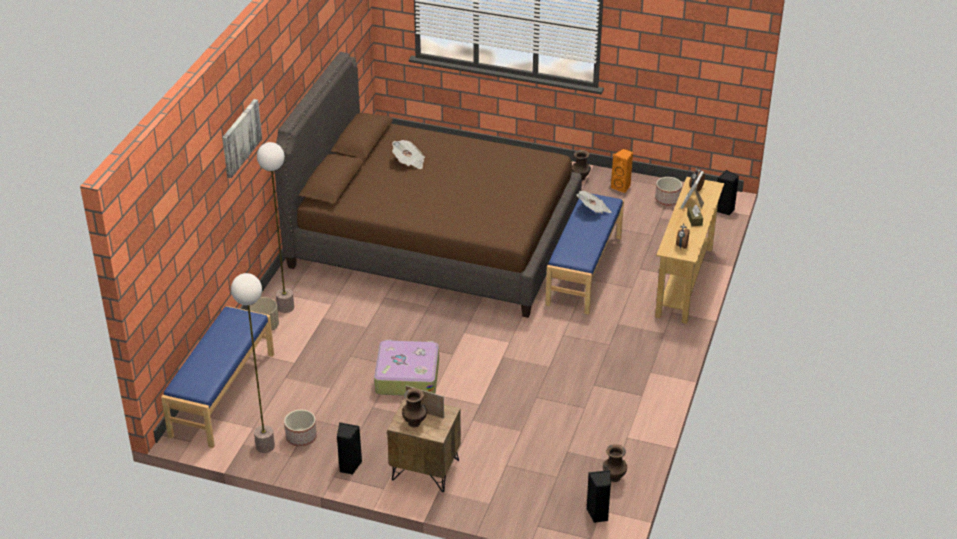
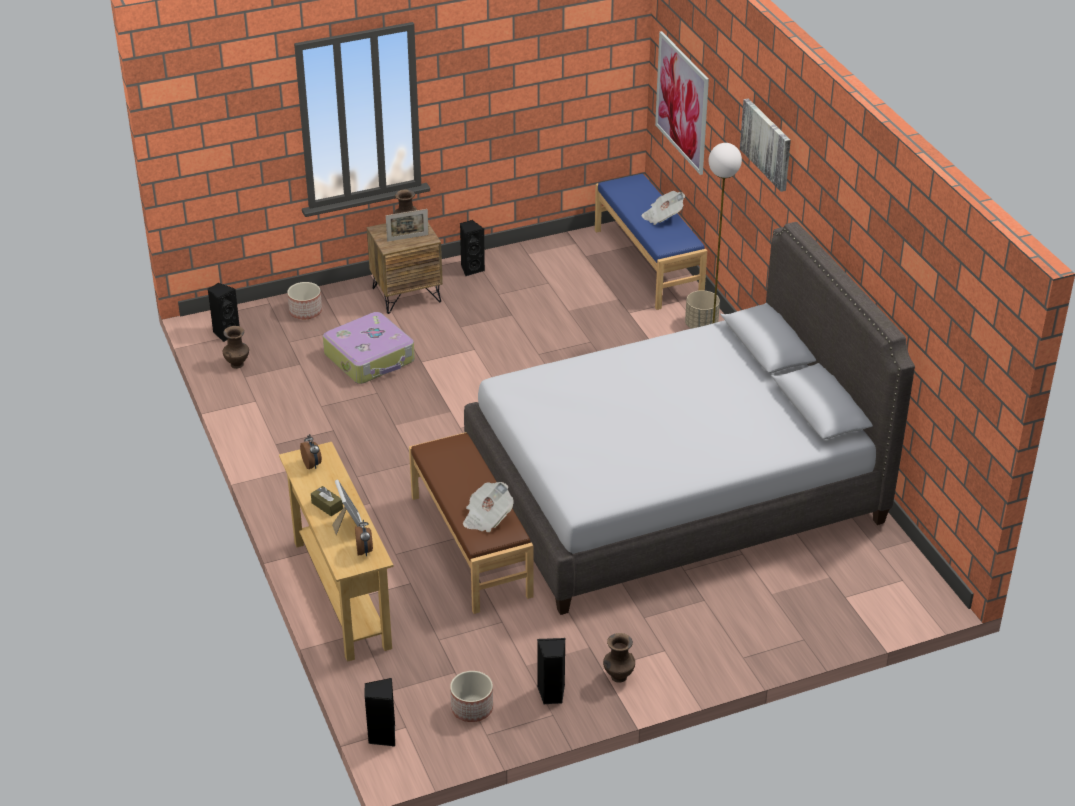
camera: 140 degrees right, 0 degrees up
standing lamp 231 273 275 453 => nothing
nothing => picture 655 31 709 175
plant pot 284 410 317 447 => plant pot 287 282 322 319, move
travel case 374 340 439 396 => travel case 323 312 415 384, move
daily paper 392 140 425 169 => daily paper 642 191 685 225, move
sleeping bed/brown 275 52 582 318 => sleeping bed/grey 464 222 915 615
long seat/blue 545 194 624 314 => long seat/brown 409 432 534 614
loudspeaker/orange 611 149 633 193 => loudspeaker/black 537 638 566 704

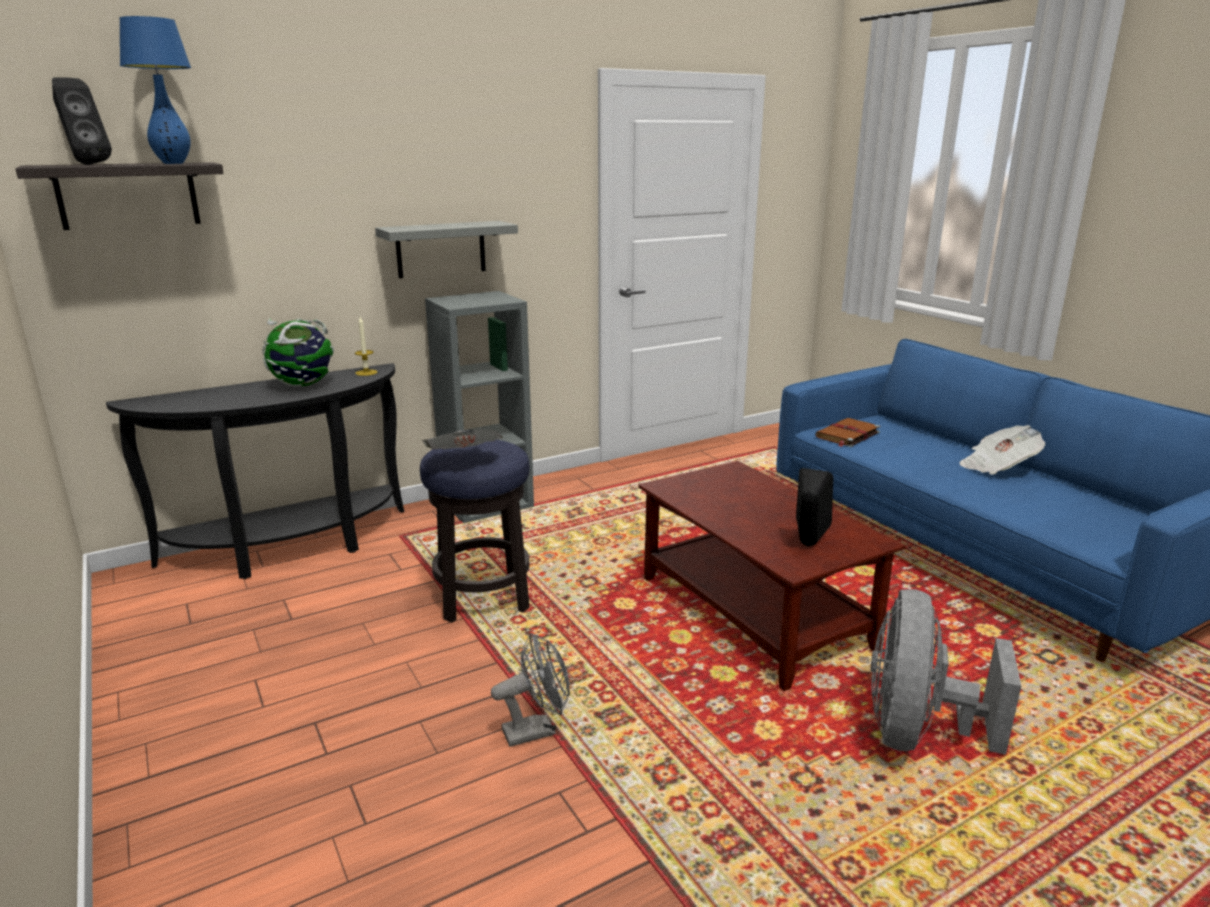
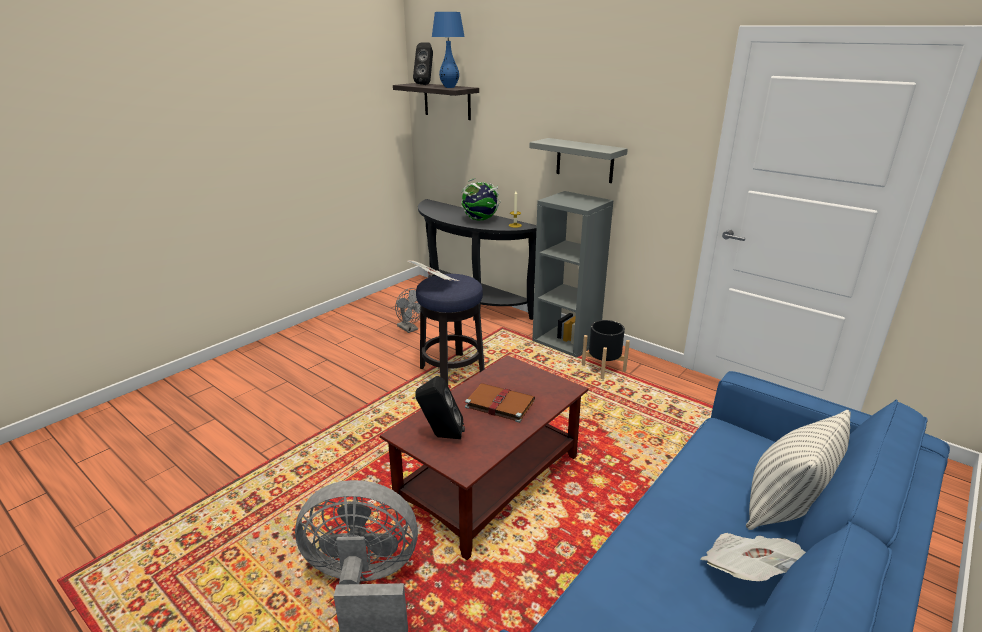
camera: 70 degrees right, 5 degrees up
nothing => plant pot/black 582 320 630 379
nothing => pillow 746 410 851 530
fan/grey 491 633 570 747 => fan/grey 395 288 420 333, move
volume/brown 815 418 881 447 => volume/brown 463 383 535 423, move

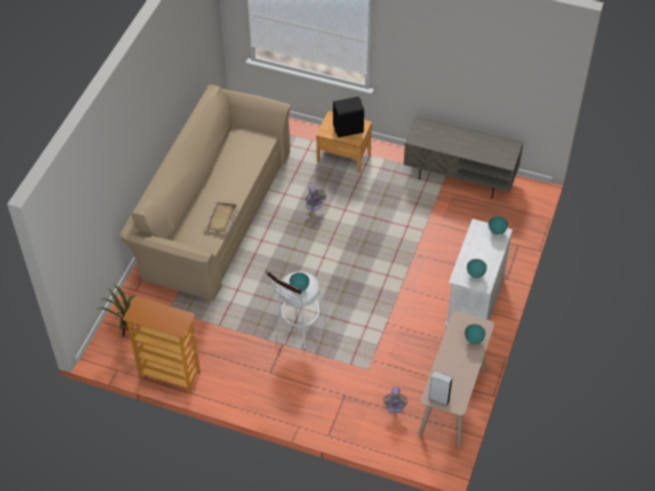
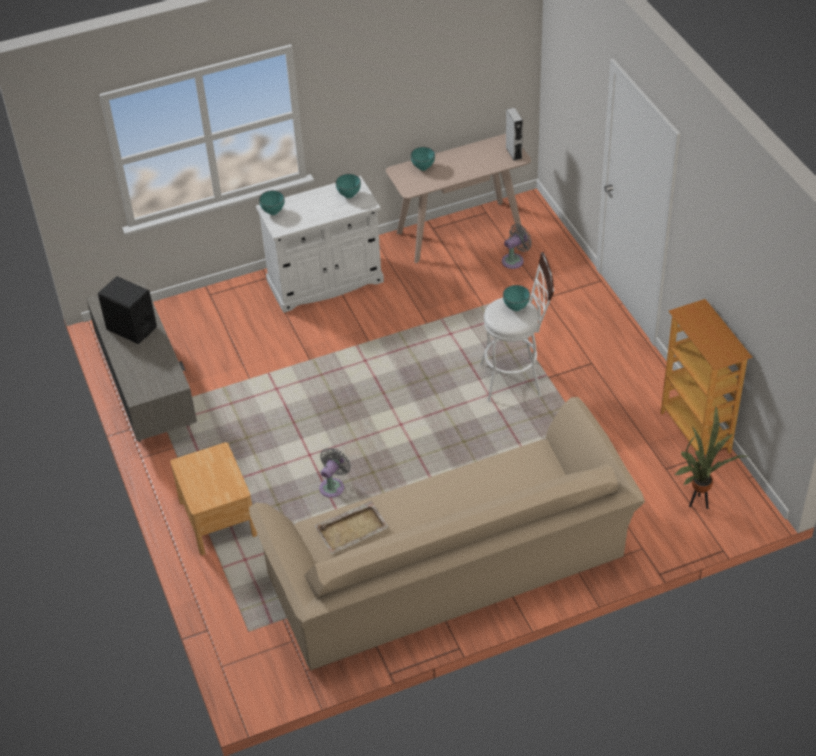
camera: 130 degrees left, 5 degrees down
tray/sand-coloured 204 201 239 234 => tray/sand-coloured 314 501 389 554, move
loudspeaker/black 333 96 364 138 => loudspeaker/black 98 276 157 344, move

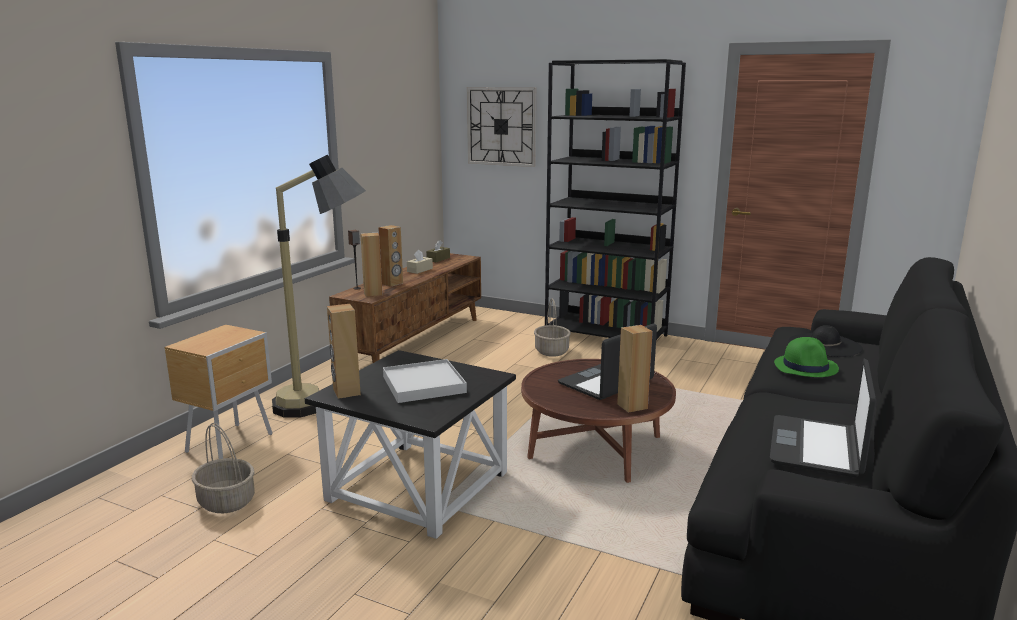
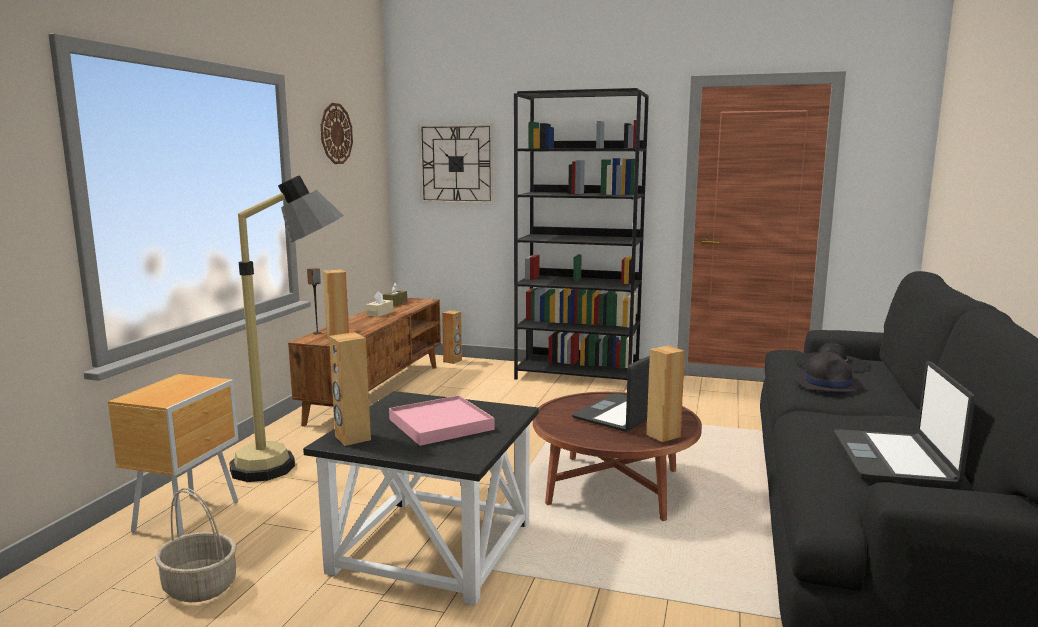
camera: 10 degrees left, 5 degrees down
household basket 534 298 571 357 => nothing
nothing => clock on the wall 321 103 353 164
loudspeaker/brown 378 225 403 287 => loudspeaker/brown 442 310 462 364, move
tray/whitish 383 359 467 403 => tray/pink-coloured 389 395 495 446
hat/green 774 337 839 377 => hat/black 795 352 863 392

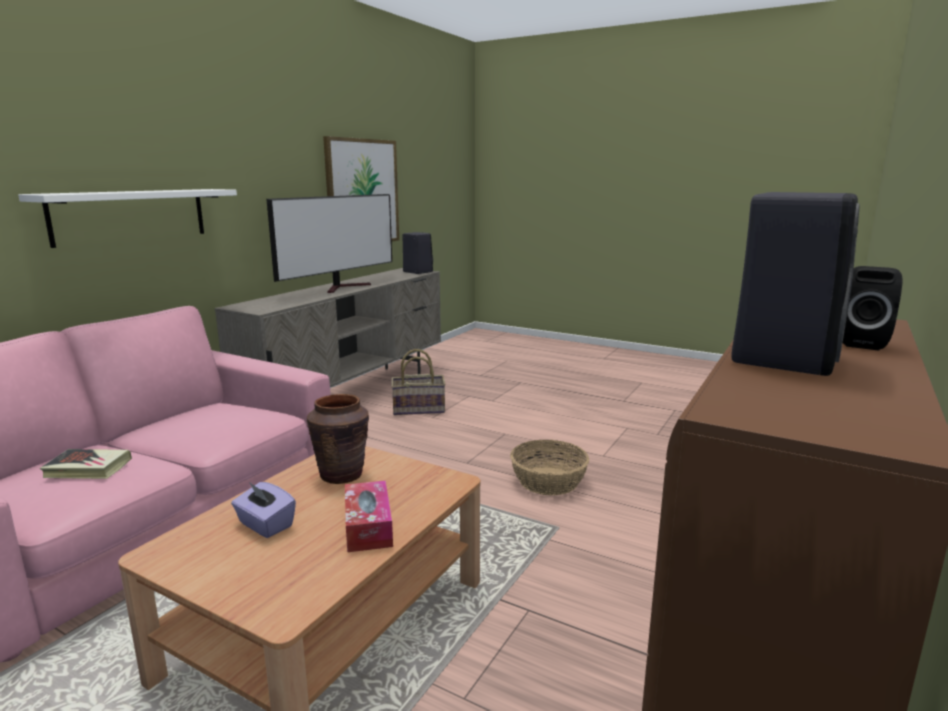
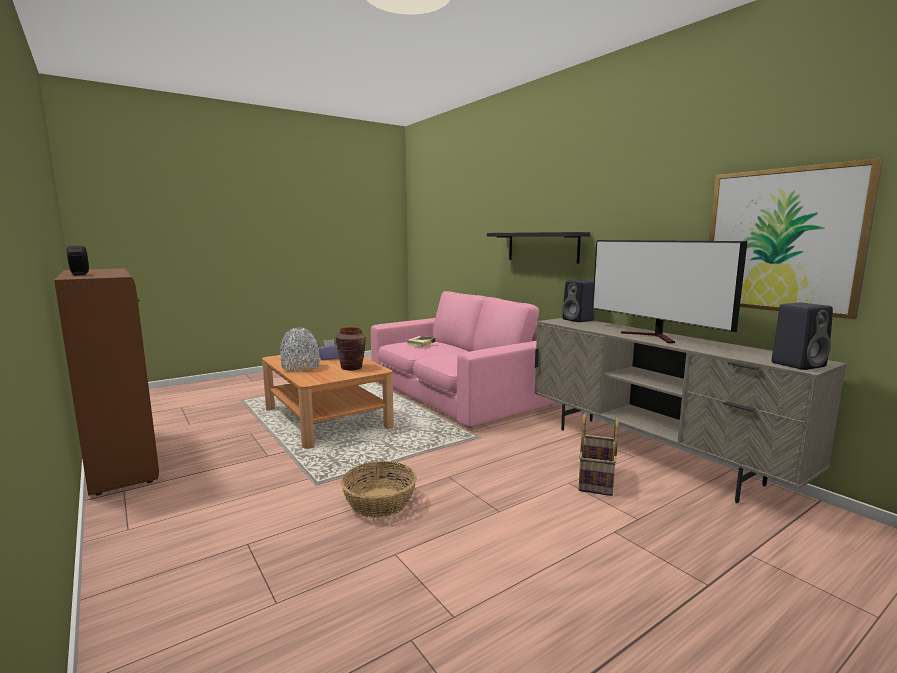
camera: 115 degrees right, 5 degrees down
loudspeaker/black 731 192 860 376 => loudspeaker/black 562 280 595 322, move
tissue box 345 480 393 552 => decorative vase/grey 280 328 319 372
wall shelf/whitish 18 189 237 248 => wall shelf/black 487 232 590 264

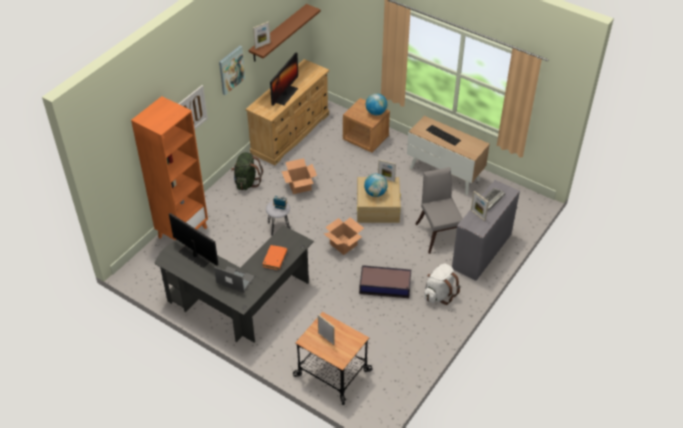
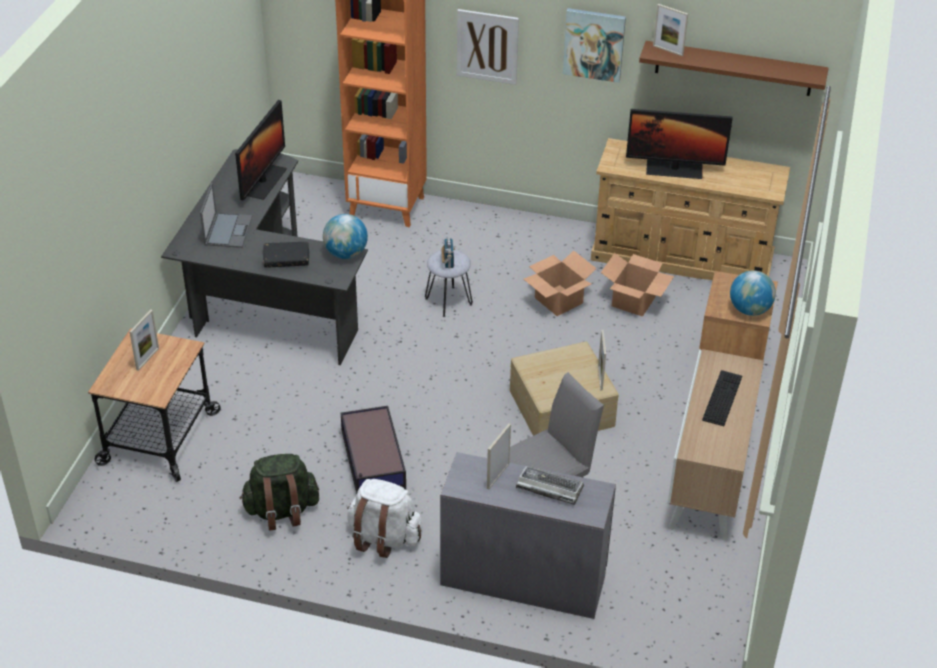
camera: 70 degrees right, 5 degrees down
knapsack/green 231 152 263 190 => knapsack/green 240 454 319 531, move
packing box 324 217 364 255 => packing box 601 253 674 317, move
desk globe 364 174 388 197 => desk globe 323 214 368 259, move
volume/orange 263 245 287 270 => volume/black 263 242 309 268

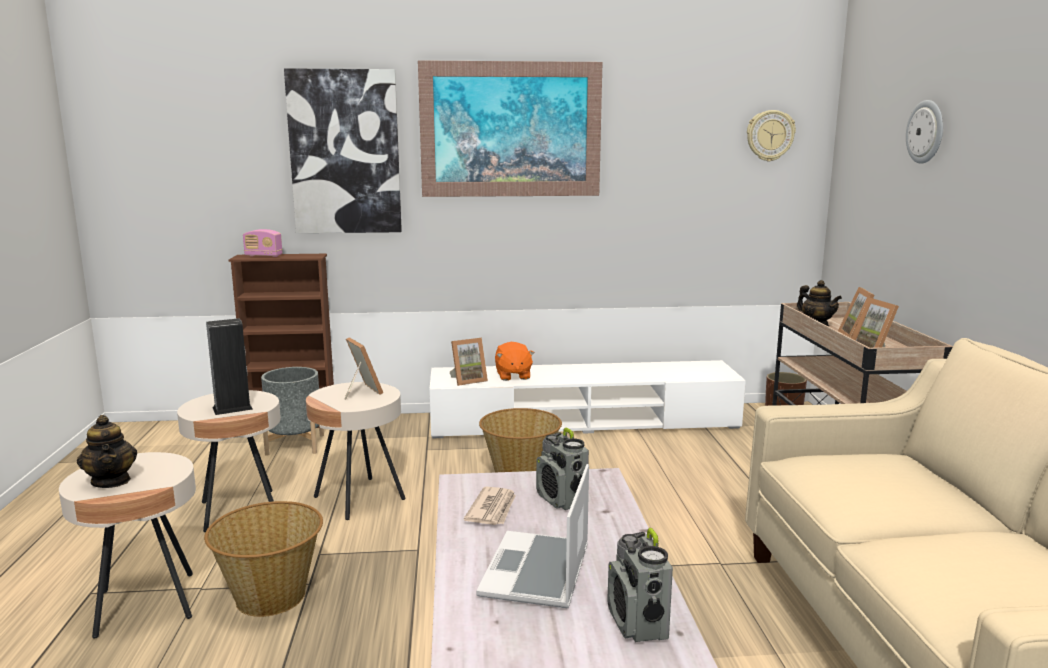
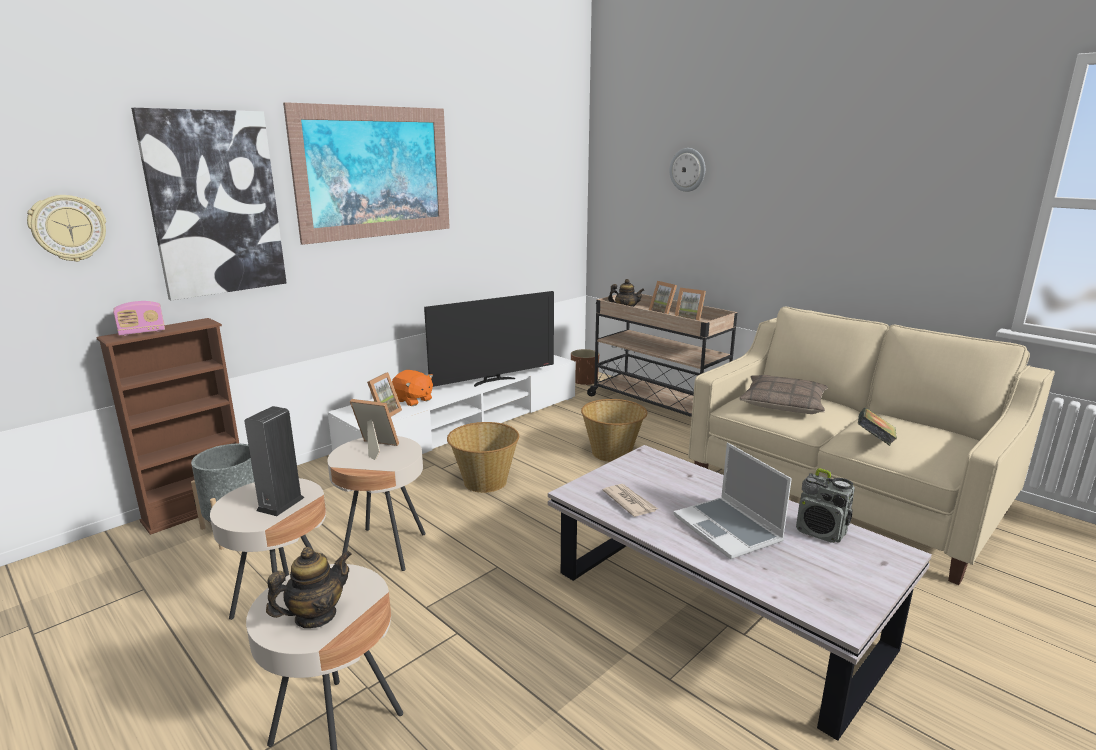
camera: 40 degrees left, 5 degrees up
radio receiver 536 428 589 510 => nothing
nothing => TV 424 291 554 387
nothing => pillow 739 375 828 414
nothing => volume 858 408 897 446
household basket 204 501 323 617 => household basket 581 399 647 462, move
clock on the wall 747 110 796 162 => clock on the wall 27 195 106 262, move
tea pot 77 415 137 488 => tea pot 266 547 352 628, 60 degrees counterclockwise

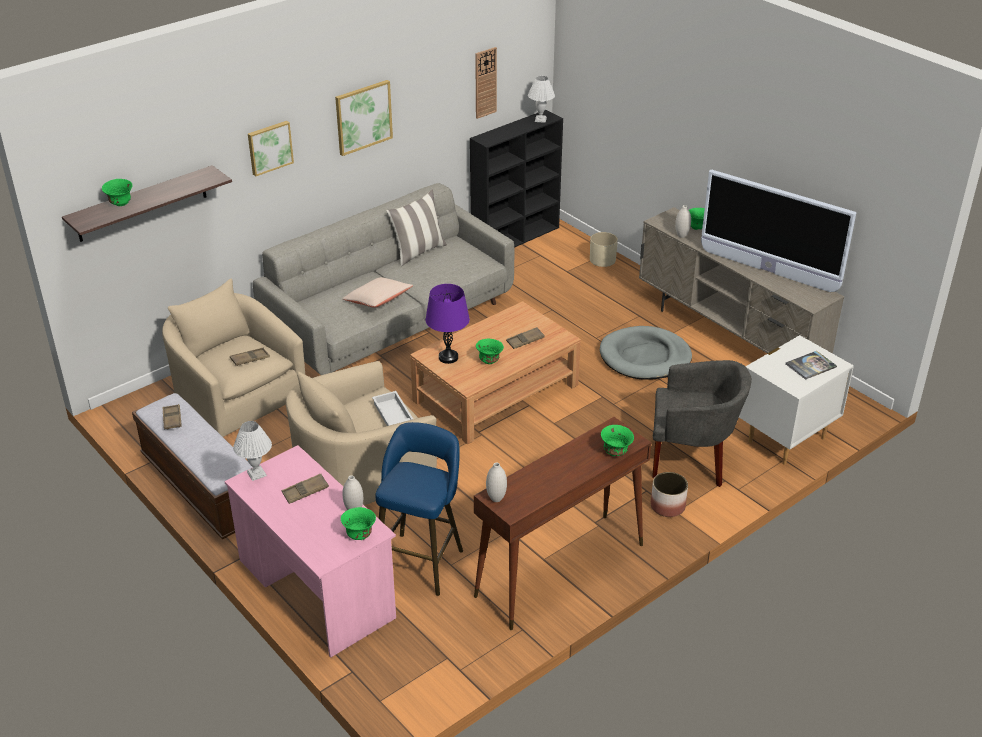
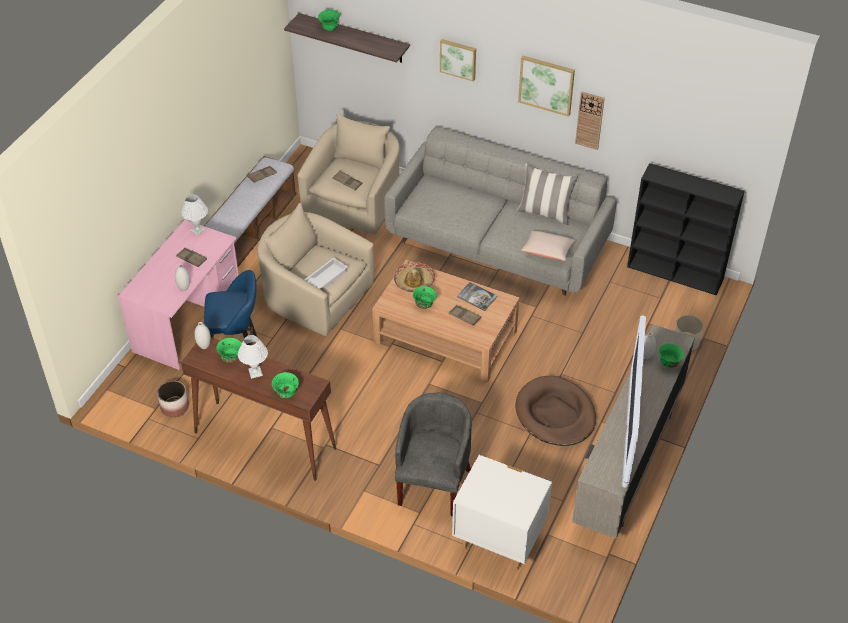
camera: 65 degrees right, 10 degrees up
serving bowl/green 341 507 376 540 => serving bowl/green 216 338 242 363, move
pillow/sand-coloured 342 277 413 308 => pillow/sand-coloured 521 231 575 261, move
clock on the wall 475 47 497 119 => clock on the wall 575 91 605 150, move
tabletop lamp/whitish 528 76 555 123 => tabletop lamp/whitish 238 335 268 379, move
plant pot 651 472 688 517 => plant pot 157 381 189 417, move
volume 786 351 837 380 => volume 457 282 497 311, move
tabletop lamp/purplish 426 284 470 364 => hat 394 262 435 292
pet bed/grey 600 326 692 380 => pet bed/brown 515 376 596 446
armchair/grey 652 360 752 487 => armchair/grey 395 393 472 516, 150 degrees counterclockwise

